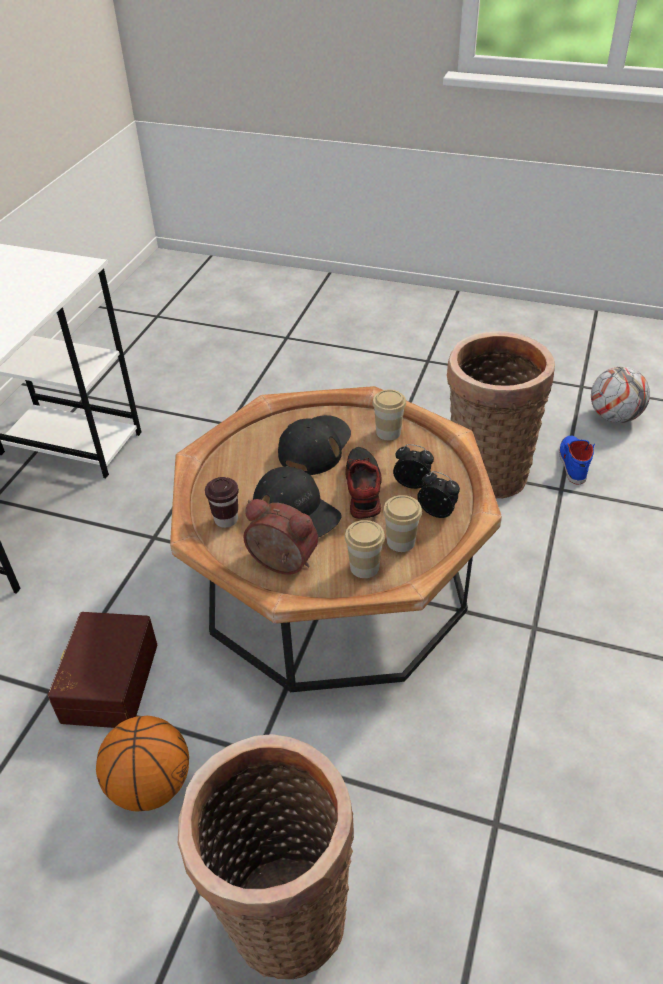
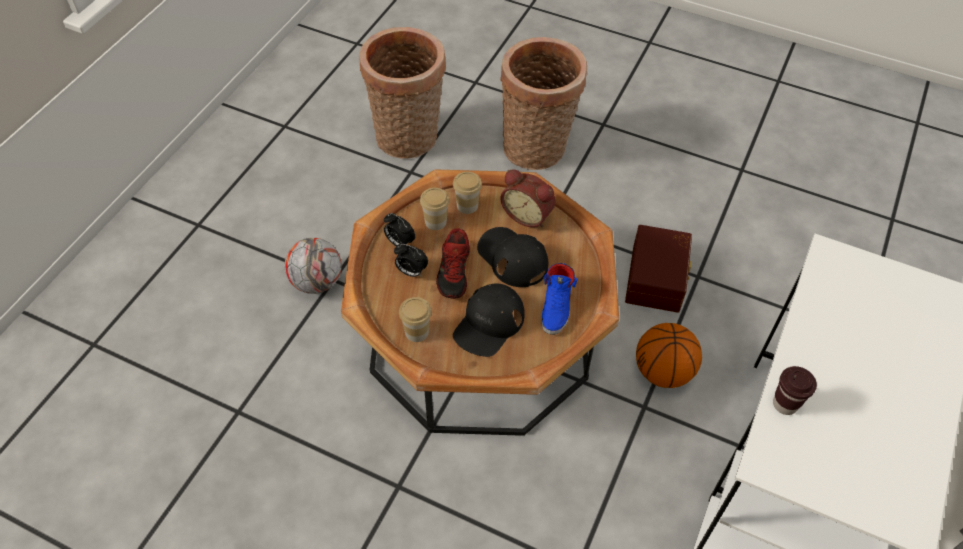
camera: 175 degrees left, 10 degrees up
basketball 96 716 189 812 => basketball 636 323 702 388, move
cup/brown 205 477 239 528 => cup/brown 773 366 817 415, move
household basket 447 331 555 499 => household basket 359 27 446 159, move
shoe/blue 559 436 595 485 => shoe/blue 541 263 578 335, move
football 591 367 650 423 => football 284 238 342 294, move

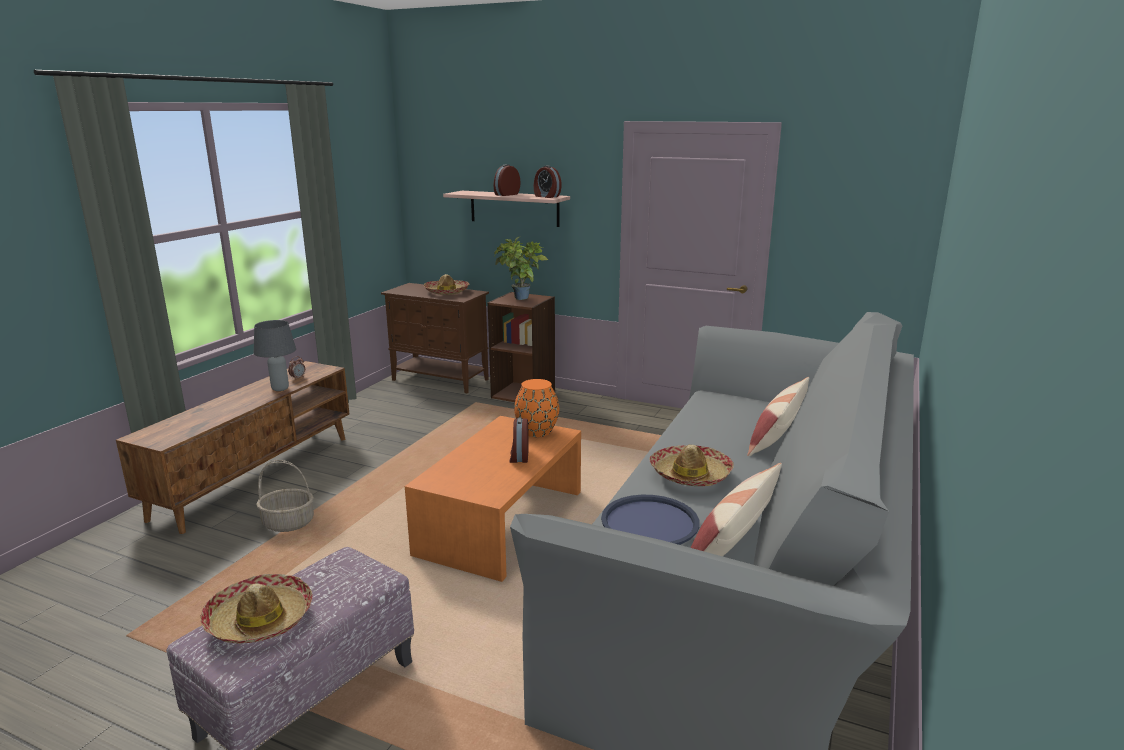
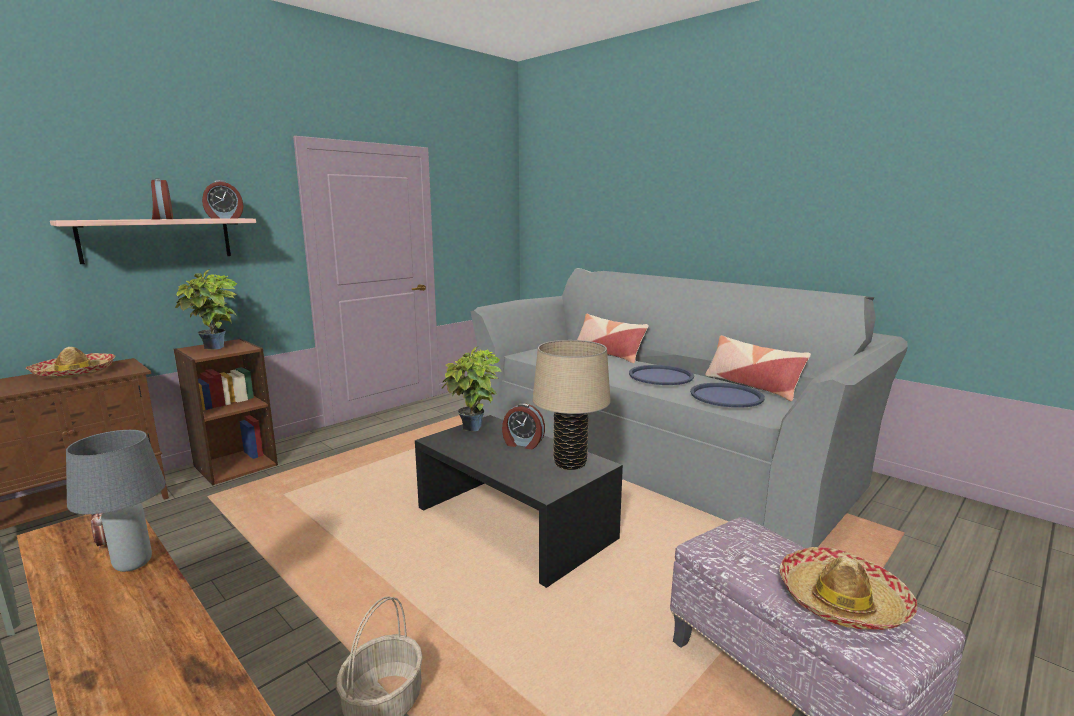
camera: 70 degrees left, 5 degrees down
nothing => tabletop lamp/sand-coloured 532 340 611 470
decorative vase/orange 514 379 559 437 => potted plant 442 347 502 432
hat 649 445 734 486 => tray/blue 629 365 694 385
coffee table/orange 405 416 581 582 => coffee table/black 415 415 623 588

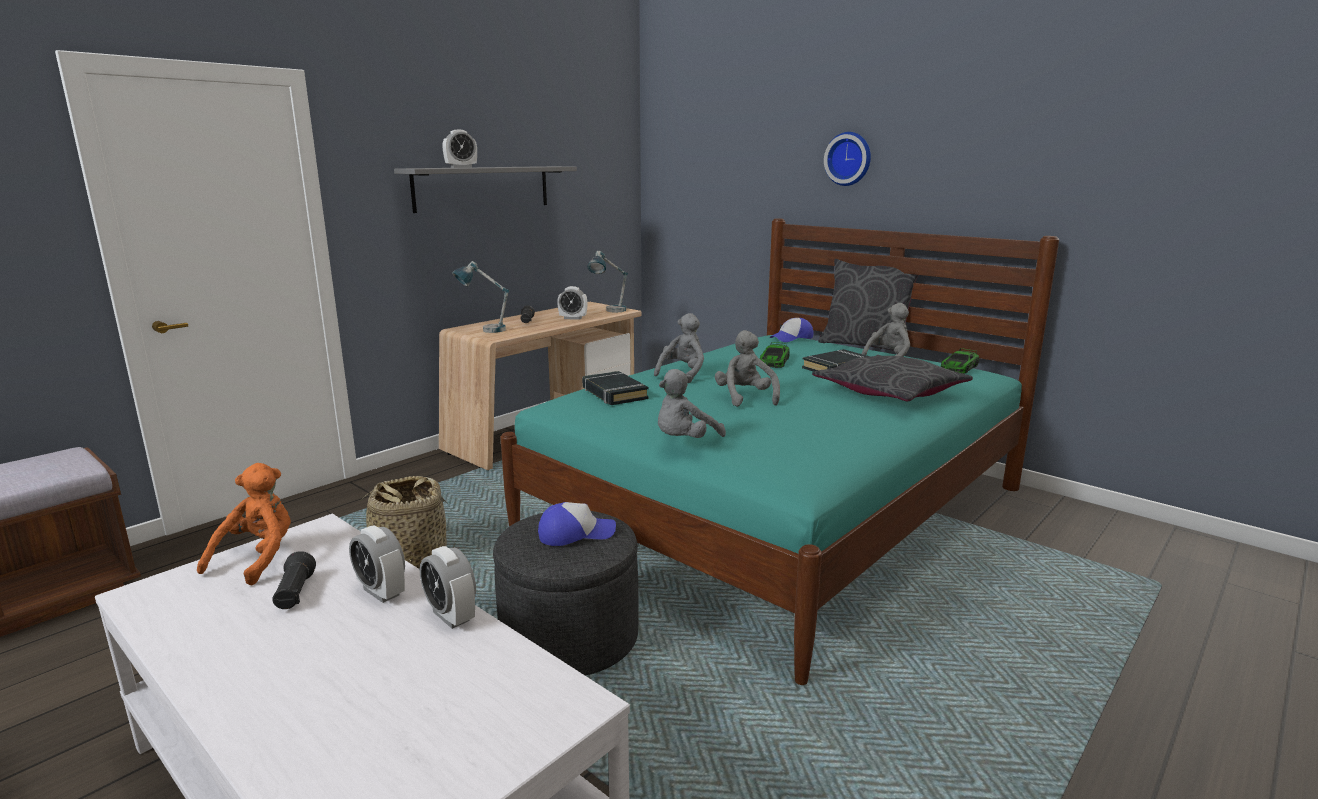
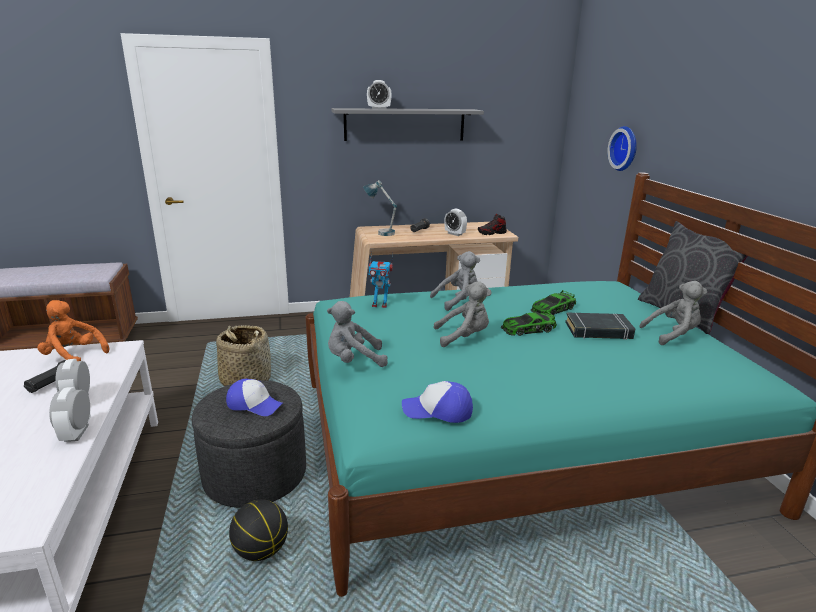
camera: 35 degrees right, 5 degrees up
pillow/grey 812 355 973 402 => nothing
nothing => basketball 229 499 288 561
baseball cap 770 318 813 342 => baseball cap 402 381 473 423, move
clock on the wall 824 132 871 186 => clock on the wall 607 126 637 171, move
toy car 941 348 979 374 => toy car 501 311 557 336, move
volume/black 582 371 649 405 => model robot 368 251 393 308
tabletop lamp 588 251 628 312 => shoe 478 214 507 235
soft toy/orange 197 463 291 585 => soft toy/orange 37 300 109 361, 120 degrees counterclockwise
soft toy/grey 715 330 780 407 => soft toy/grey 434 281 492 347, 60 degrees clockwise

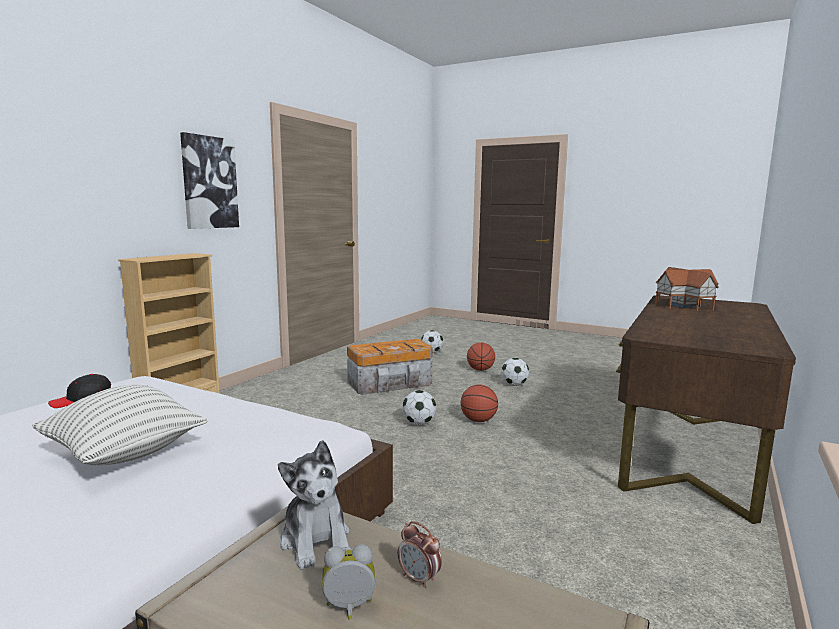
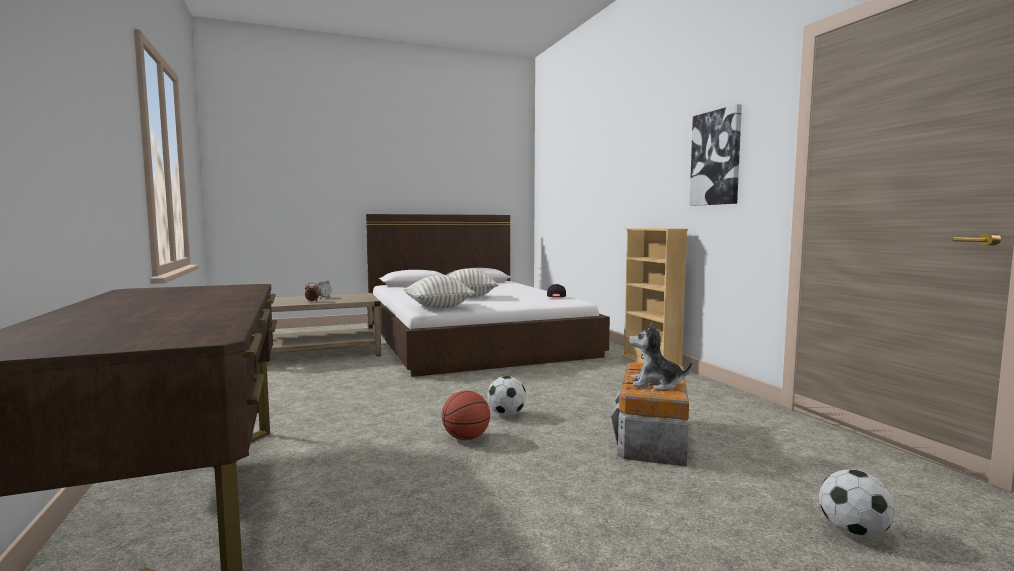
camera: 130 degrees right, 5 degrees down
basketball 467 342 495 371 => nothing
football 501 358 529 386 => nothing
toy house 655 267 719 311 => nothing
nothing => pillow 403 275 475 309
soft toy 278 440 351 570 => soft toy 629 323 692 390, move

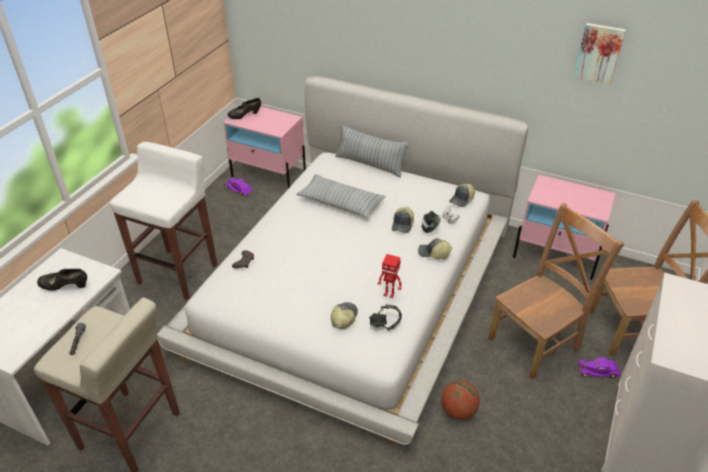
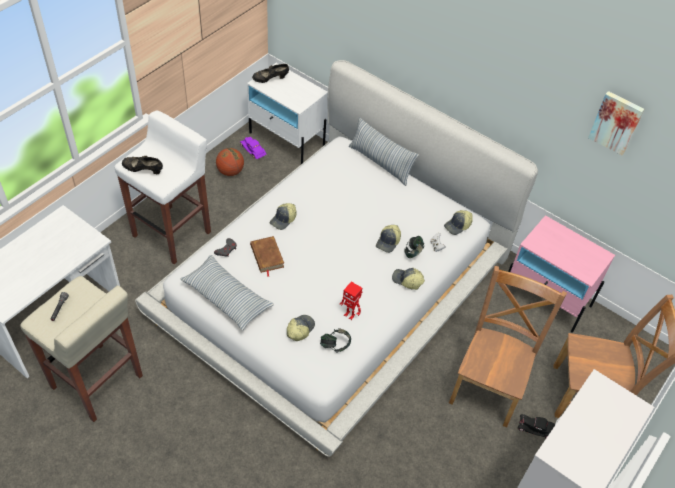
camera: 10 degrees right, 10 degrees up
nothing => volume/brown 250 236 284 277
nothing => baseball cap 270 203 297 230
shoe/black 37 268 87 291 => shoe/black 122 156 163 174, move
pillow 296 174 386 218 => pillow 180 255 274 331, move
basketball 441 381 480 420 => basketball 216 148 244 176, move
night table/pink-coloured 223 107 306 189 => night table/whitish 247 63 328 164
toy car/purplish 578 357 621 378 => toy car/black 518 414 555 438
upright chair/brown 488 203 625 380 => upright chair/brown 449 266 567 428, 45 degrees counterclockwise

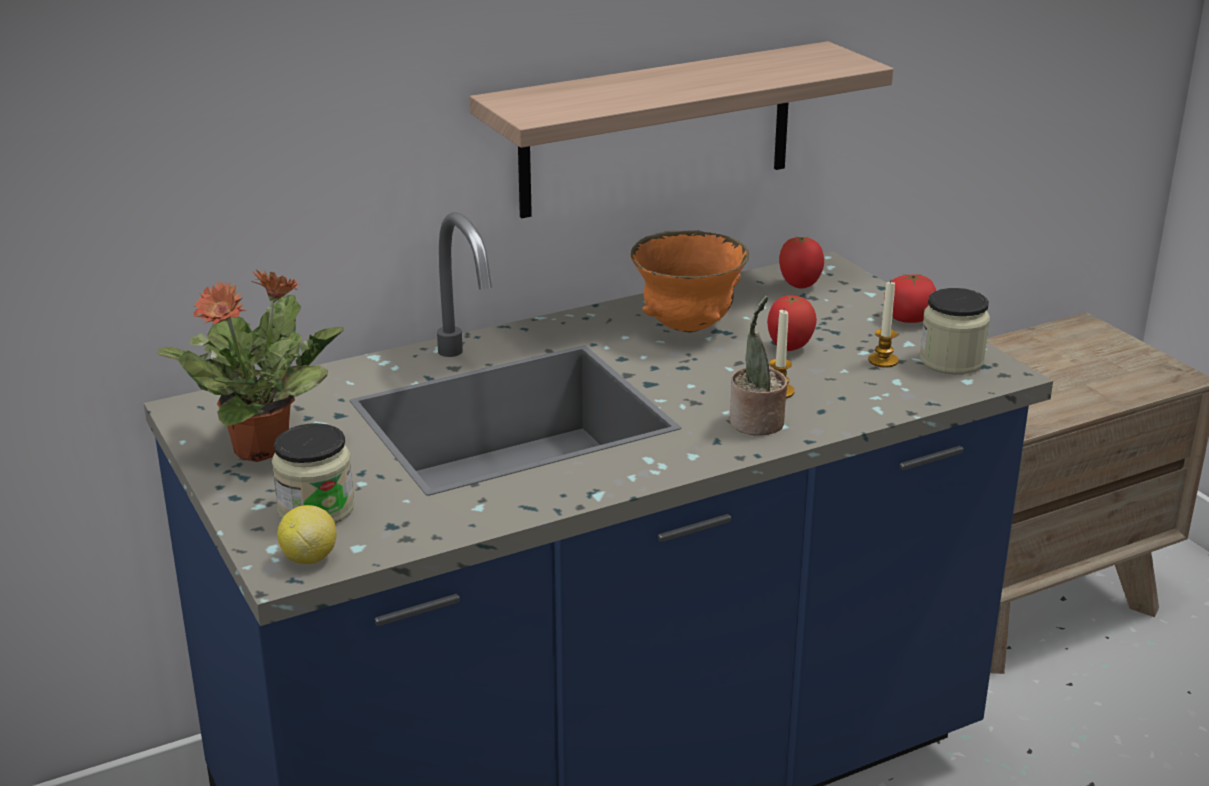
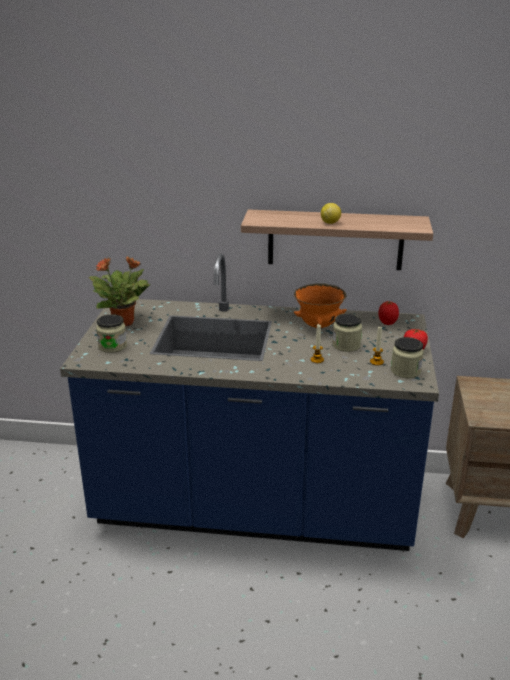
camera: 35 degrees right, 0 degrees up
potted plant 729 296 788 435 => nothing
whole lemon 277 505 336 564 => whole lemon 321 203 341 224, move
fresh tomato 768 295 817 351 => preserve jar 332 313 362 352

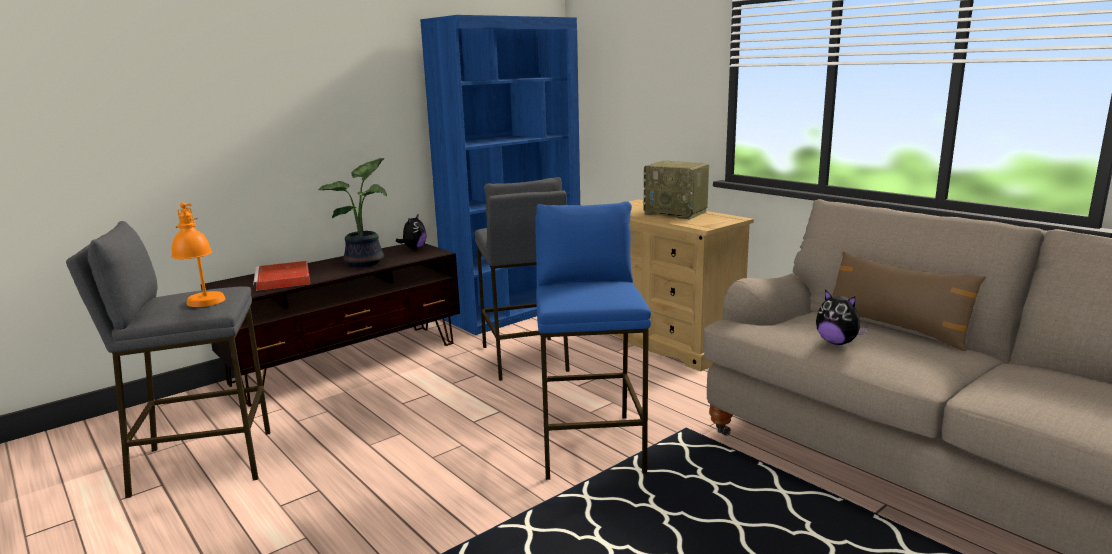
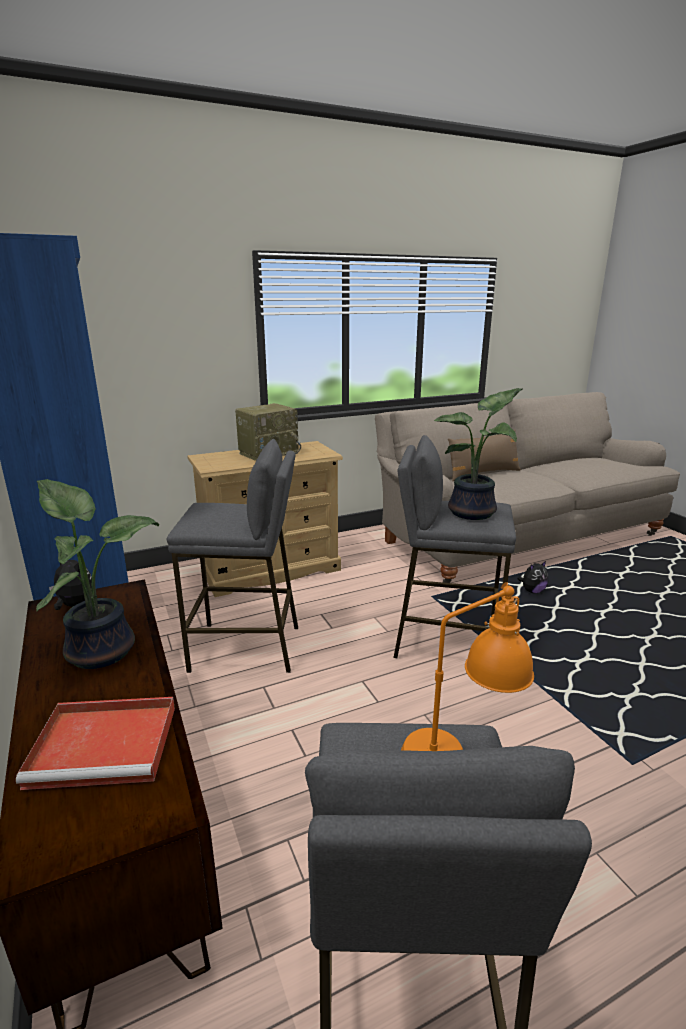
camera: 75 degrees left, 5 degrees up
nothing => potted plant 434 388 522 520
soft toy 816 290 868 345 => soft toy 517 561 548 593, move
stool/blue 535 201 651 480 => stool/grey 393 435 516 658

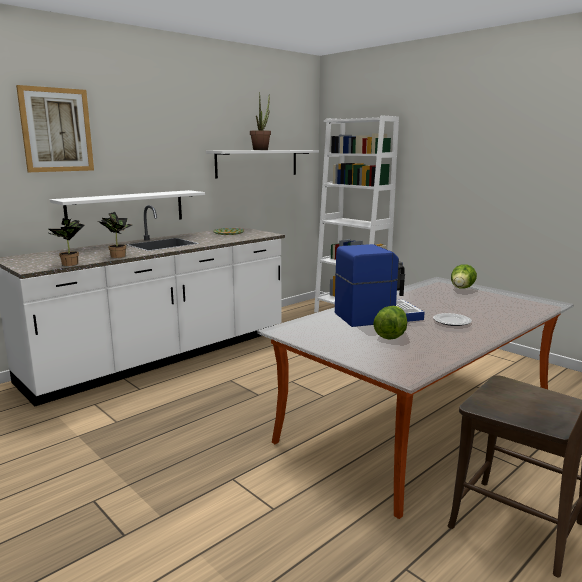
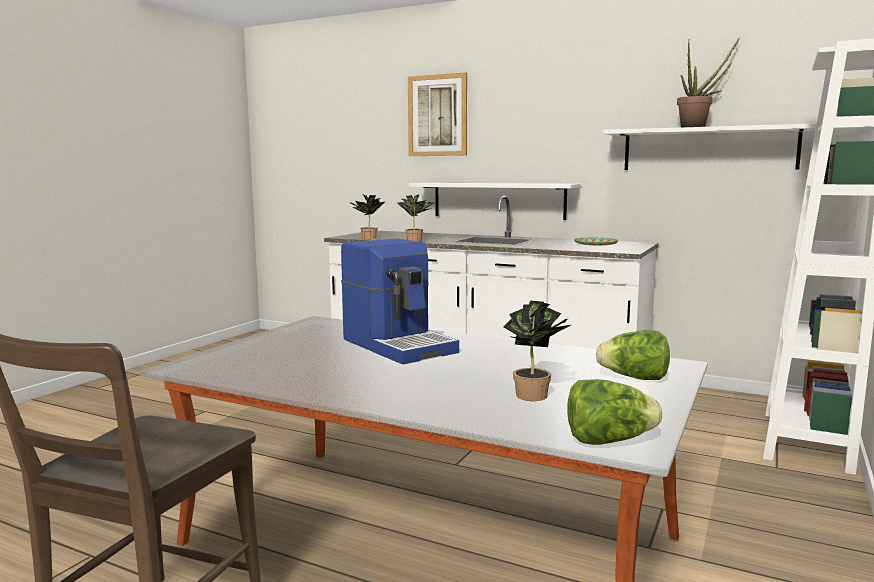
camera: 70 degrees right, 5 degrees down
dinner plate 433 313 472 326 => nothing
nothing => potted plant 503 301 571 401
lettuce 373 306 407 340 => lettuce 567 379 662 445, move

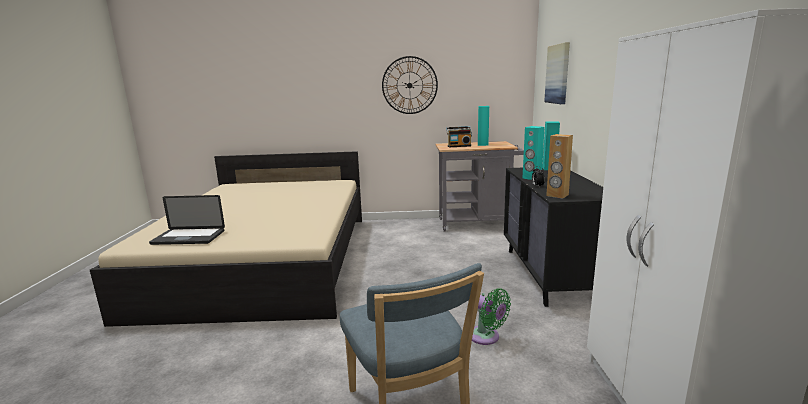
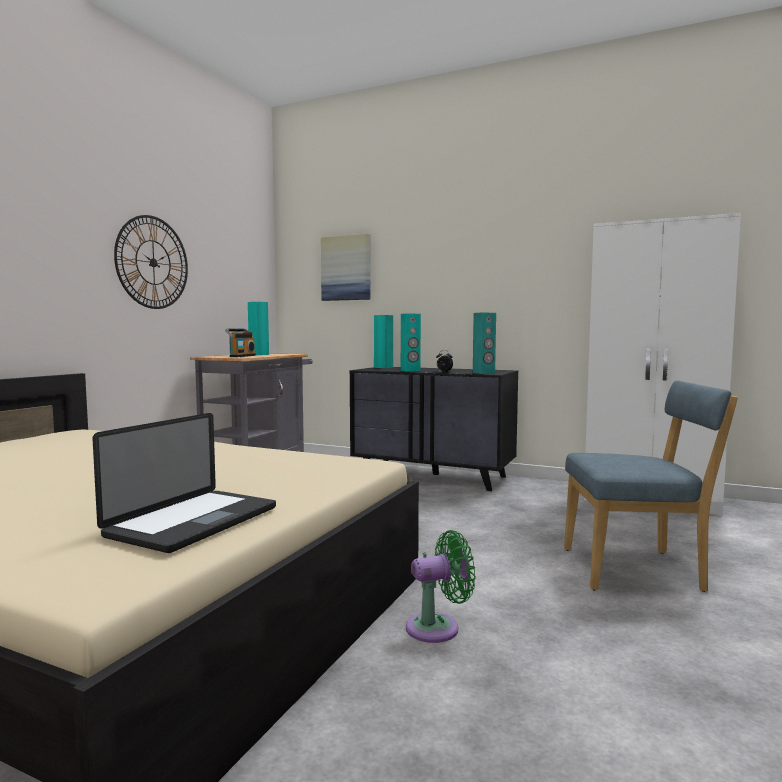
camera: 65 degrees left, 10 degrees down
fan/green 472 288 511 345 => fan/green 406 530 476 643, move
loudspeaker/brown 546 134 573 198 => loudspeaker/turquoise 473 313 496 374

